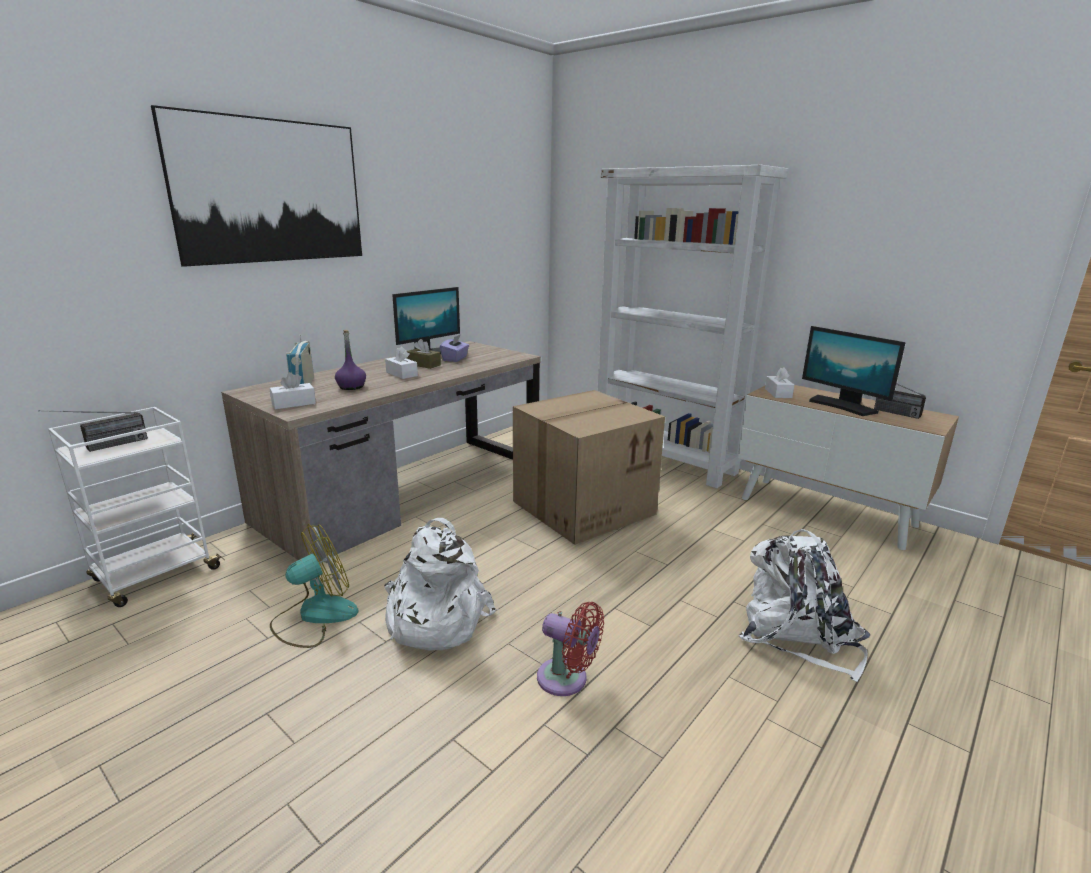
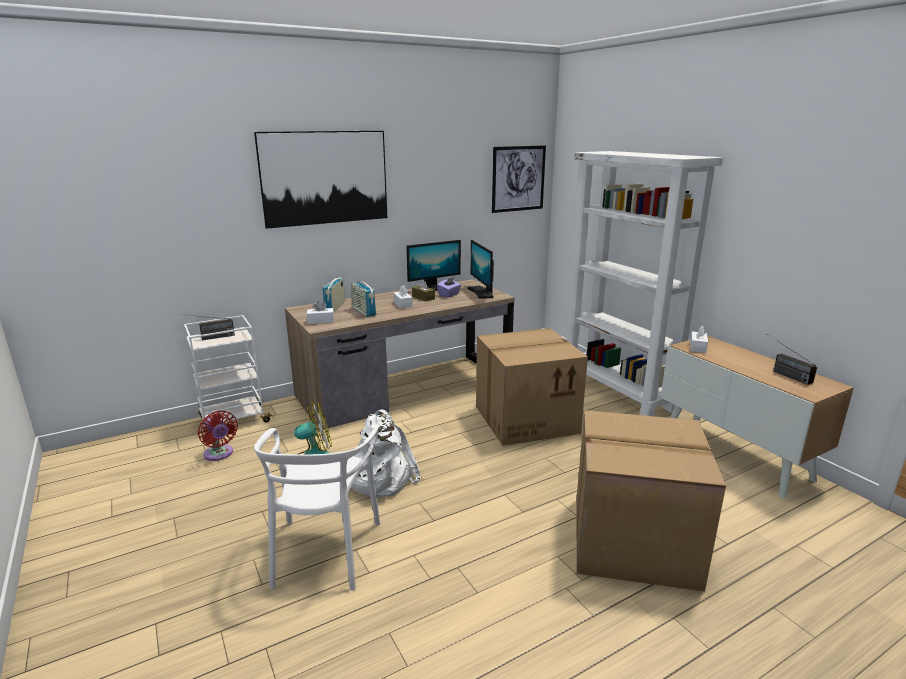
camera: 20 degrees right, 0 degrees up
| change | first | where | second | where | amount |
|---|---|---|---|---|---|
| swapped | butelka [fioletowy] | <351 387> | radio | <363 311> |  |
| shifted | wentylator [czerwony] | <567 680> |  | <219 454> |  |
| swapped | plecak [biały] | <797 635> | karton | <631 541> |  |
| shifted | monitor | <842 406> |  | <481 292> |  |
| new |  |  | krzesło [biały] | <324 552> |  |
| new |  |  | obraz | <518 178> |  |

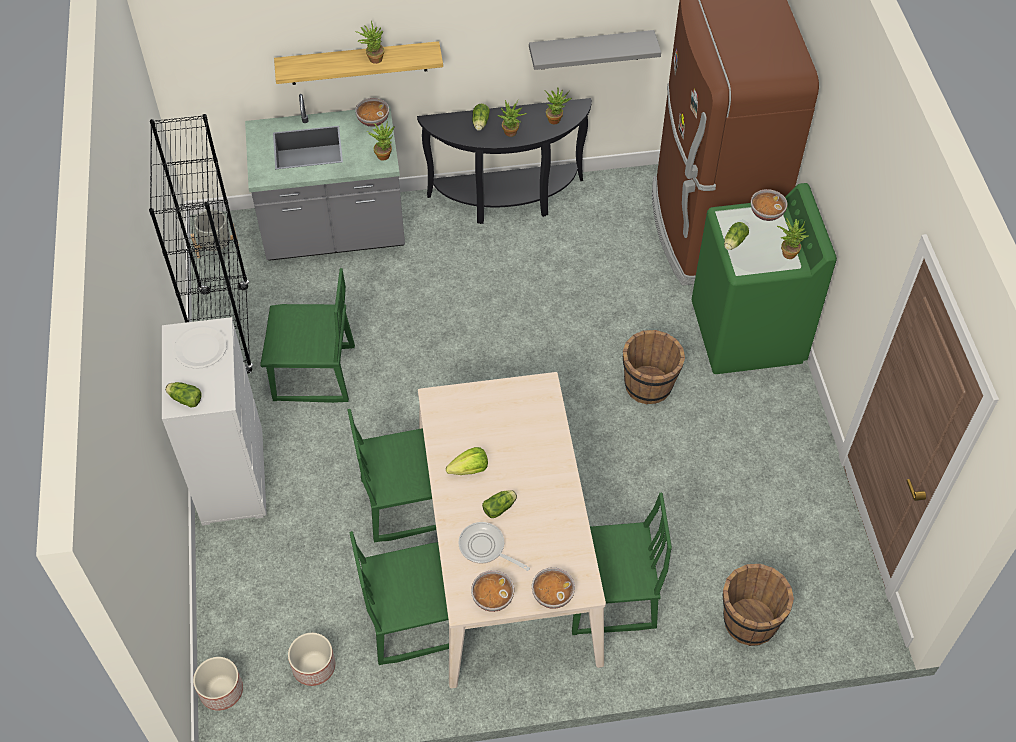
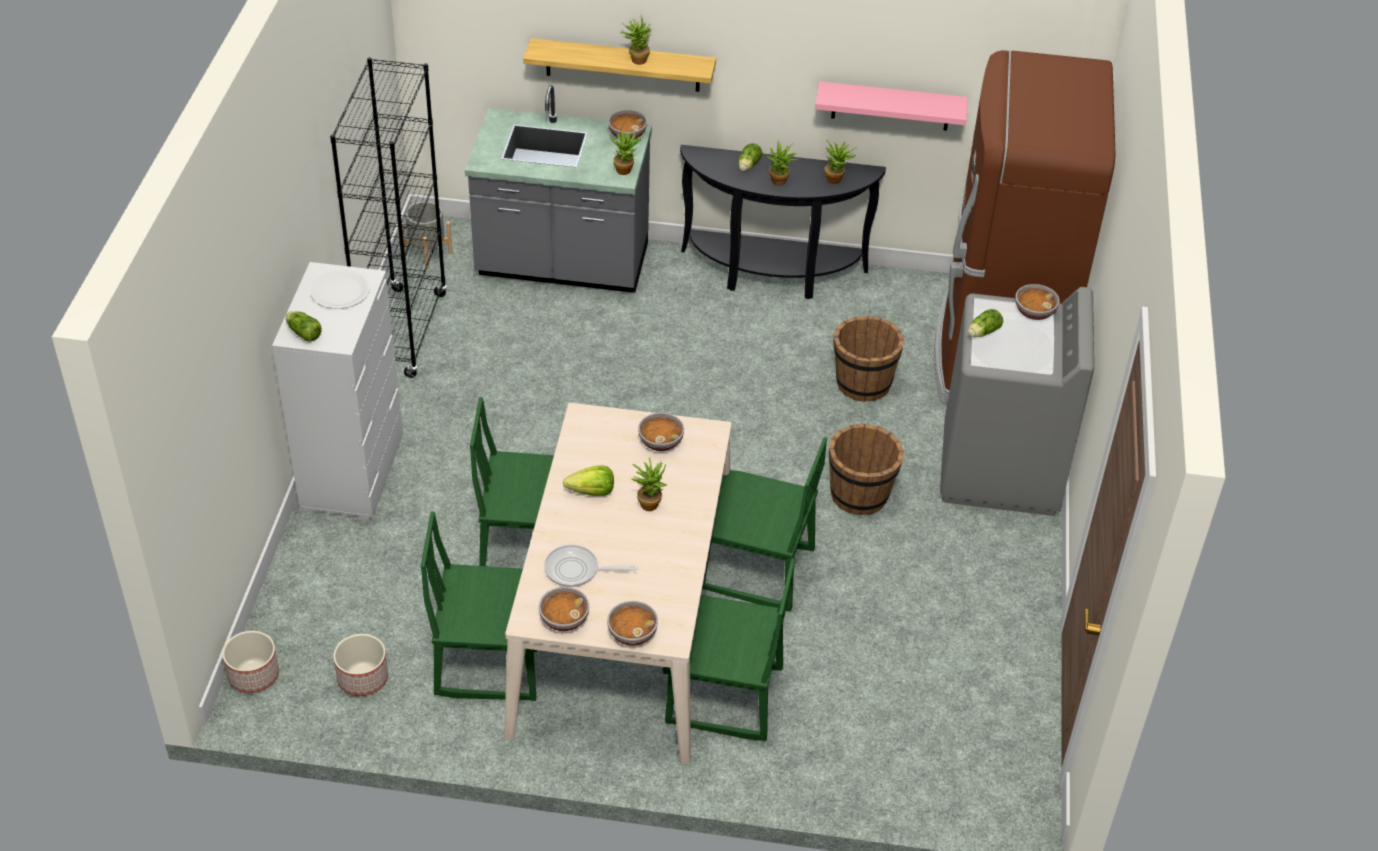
camera: 15 degrees right, 10 degrees down
| change | first | where | second | where | amount |
|---|---|---|---|---|---|
| shifted | krzesło [zielony] | <314 375> |  | <756 570> |  |
| rotated | patelnia | <485 548> |  | <576 570> | 45 degrees counterclockwise |
| gone | sałata | <500 507> |  |  |  |
| repainted | półka [szary] | <590 49> | półka [różowy] | <891 106> |  |
| repainted | pralka [zielony] | <747 333> | pralka [szary] | <1000 470> |  |
| shifted | wiadro [brązowy] | <749 621> |  | <863 383> |  |
| shifted | roślina doniczkowa | <787 251> |  | <649 502> |  |
| new |  |  | miska | <660 442> |  |

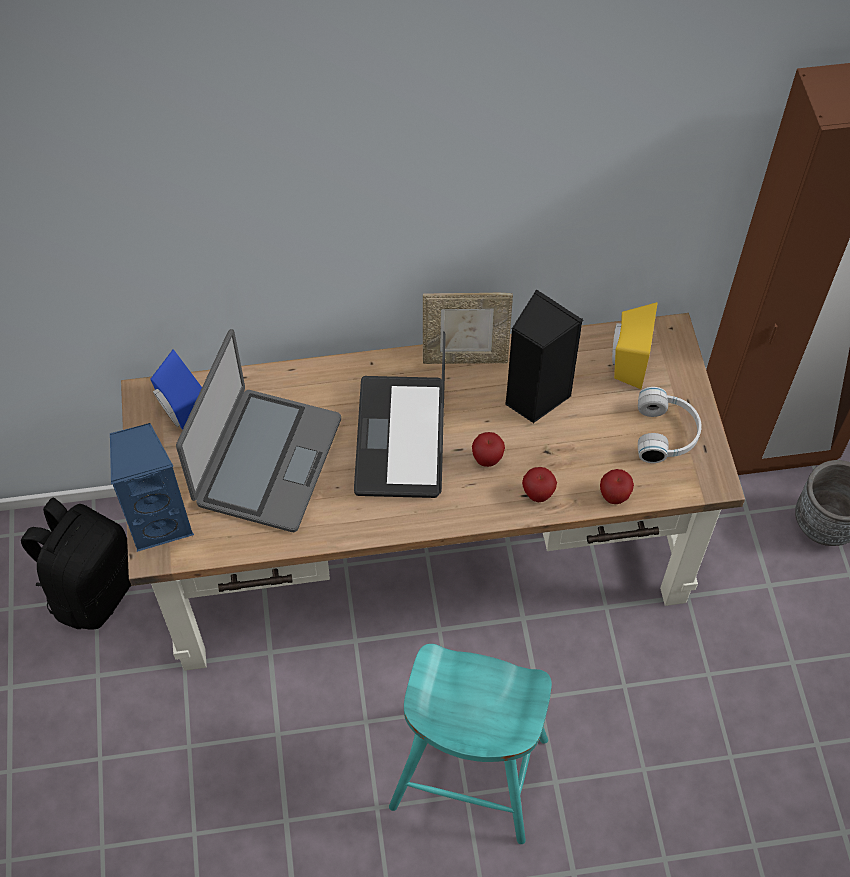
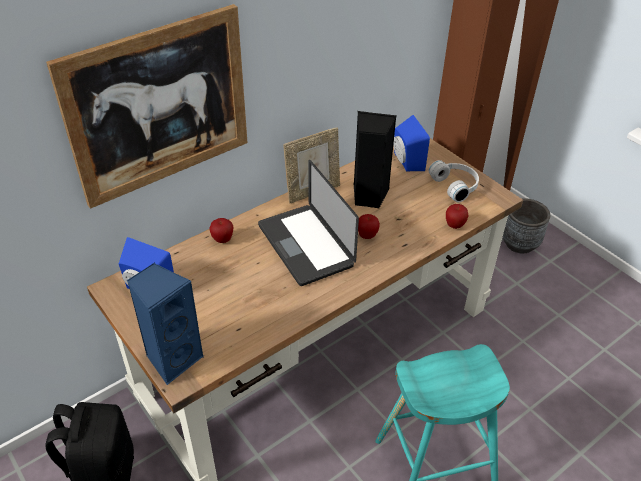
camera: 30 degrees left, 15 degrees down
| change | first | where | second | where | amount |
|---|---|---|---|---|---|
| gone | laptop | <266 460> |  |  |  |
| shifted | jabłko | <538 494> |  | <222 240> |  |
| repainted | głośnik [żółty] | <627 361> | głośnik [niebieski] | <406 161> |  |
| new |  |  | obraz | <159 106> |  |

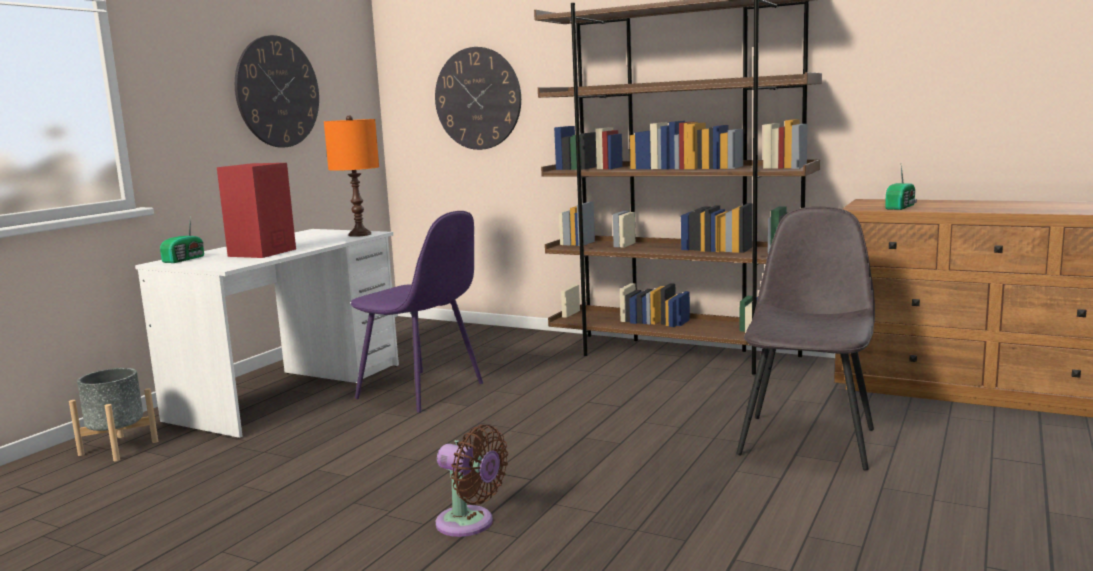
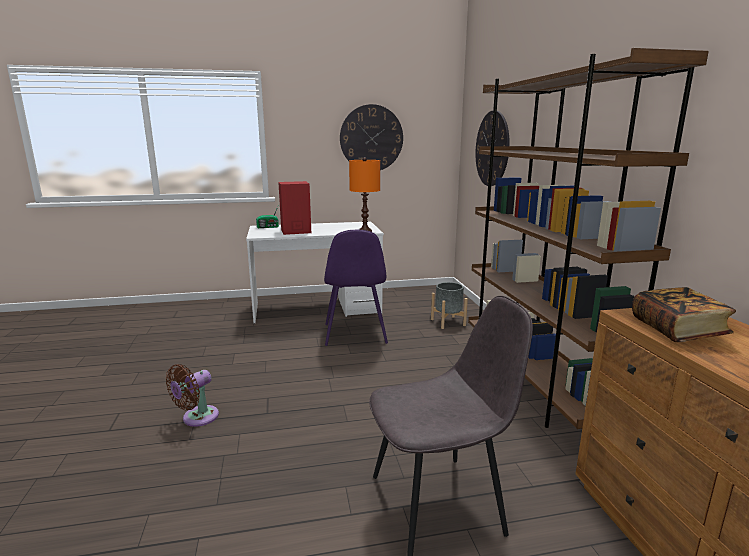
camera: 50 degrees right, 5 degrees up
| change | first | where | second | where | amount |
|---|---|---|---|---|---|
| shifted | donica [szary] | <118 448> |  | <448 322> |  |
| rotated | wentylator [brązowy] | <469 524> |  | <197 418> | 45 degrees clockwise |
| swapped | radio | <901 207> | książka | <677 330> |  |

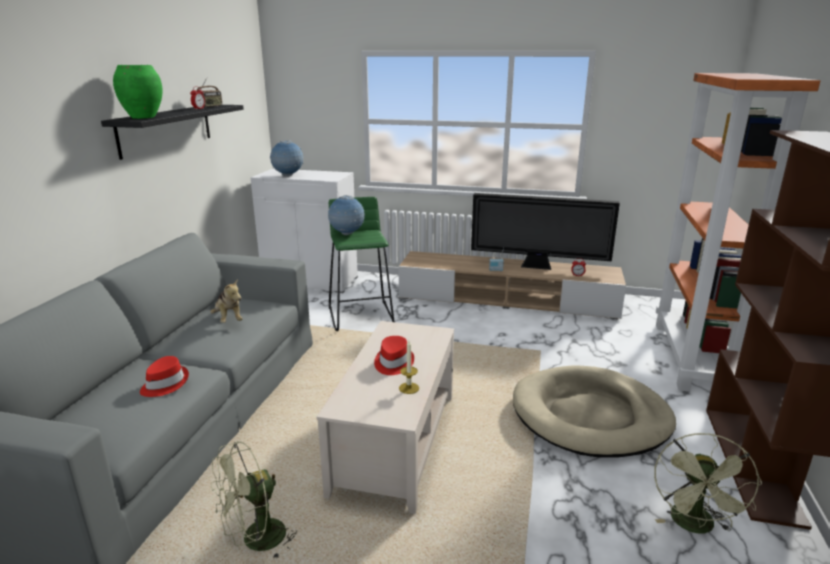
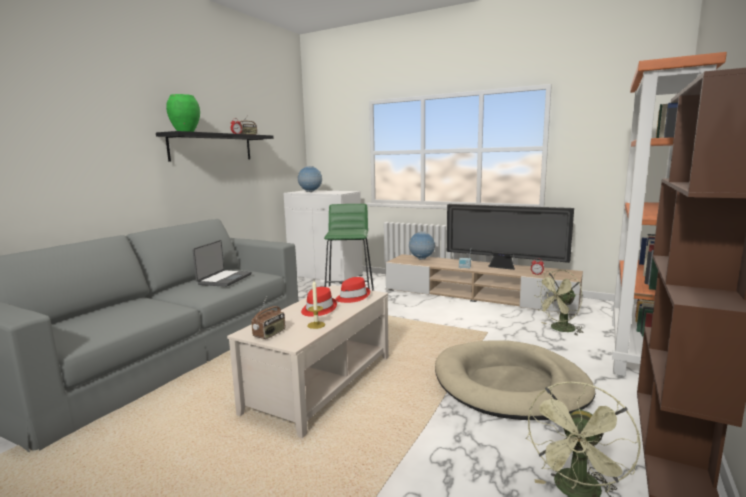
camera: 15 degrees right, 10 degrees down
| change | first | where | second | where | amount |
|---|---|---|---|---|---|
| shifted | kapelusz [czerwony] | <164 384> |  | <352 297> |  |
| swapped | pluszak | <228 319> | laptop | <224 279> |  |
| shifted | wentylator [zielony] | <256 542> |  | <559 329> |  |
| shifted | globus | <347 234> |  | <421 259> |  |
| new |  |  | radio | <270 334> |  |

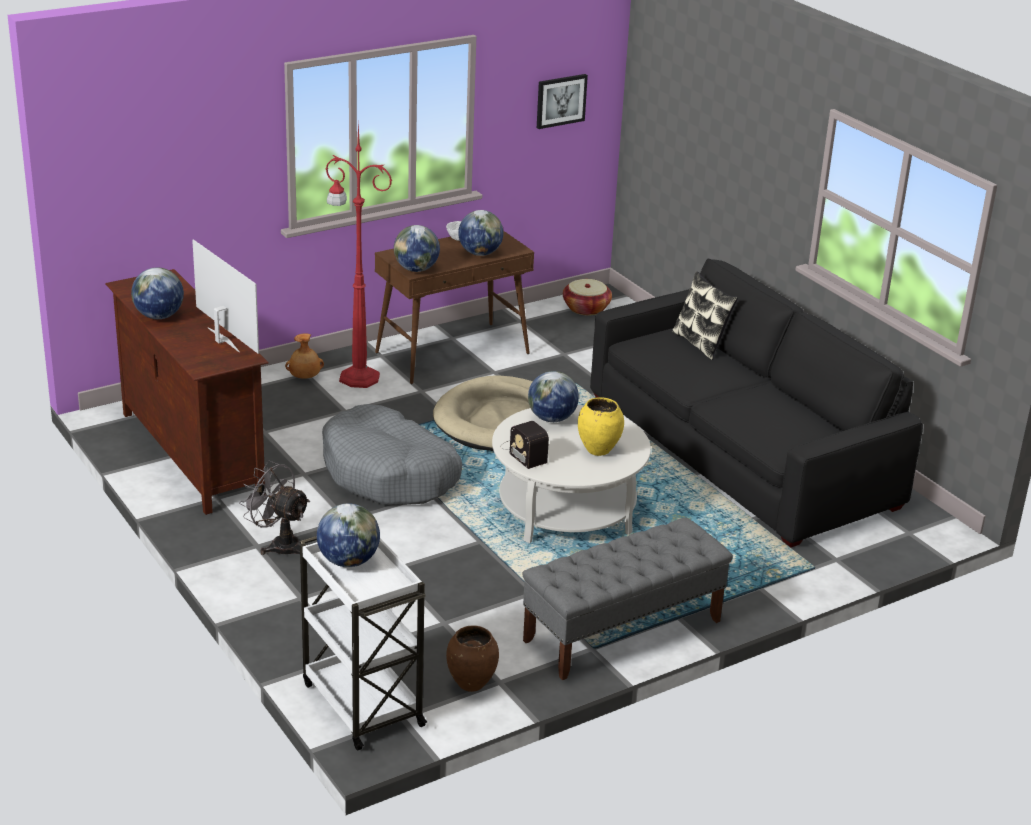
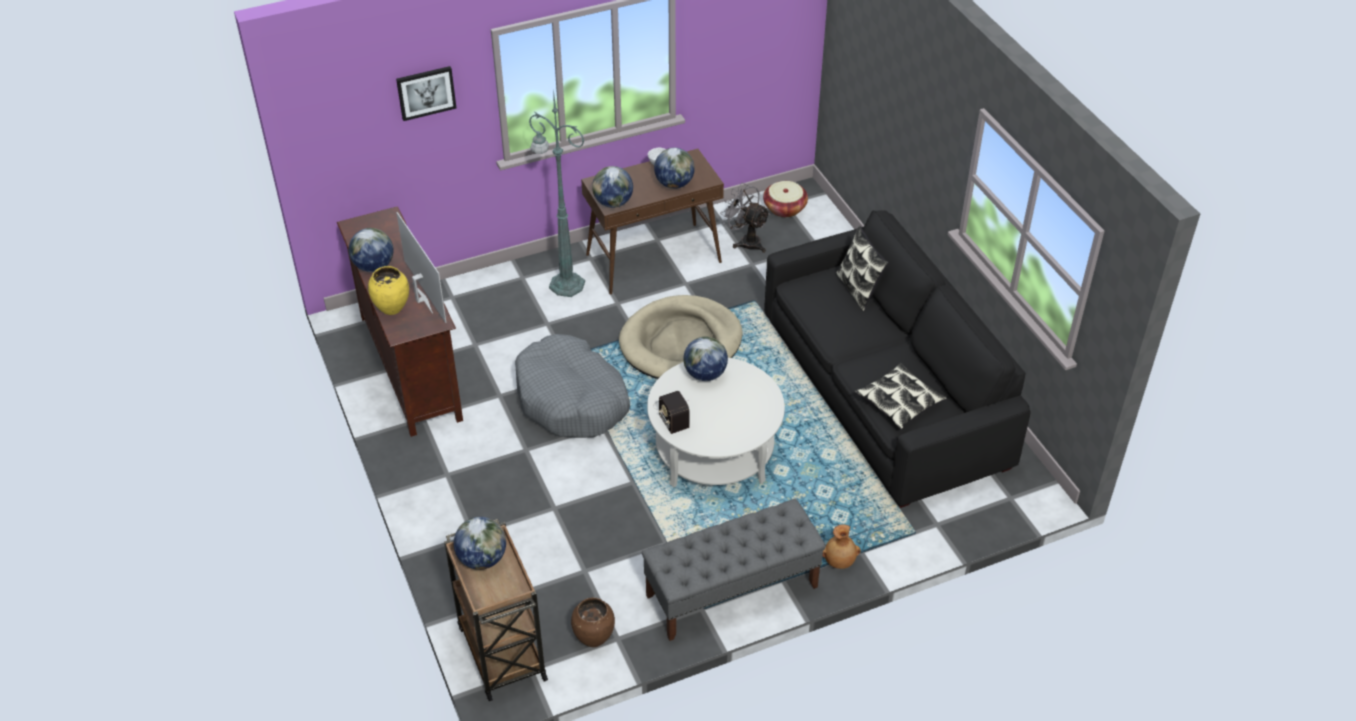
camera: 10 degrees right, 15 degrees up
| change | first | where | second | where | amount |
|---|---|---|---|---|---|
| shifted | wentylator [szary] | <279 545> |  | <746 241> |  |
| shifted | wazon [brązowy] | <305 377> |  | <839 561> |  |
| repainted | wózek [biały] | <361 703> | wózek [brązowy] | <501 651> |  |
| repainted | lampa stojąca [czerwony] | <357 377> | lampa stojąca [zielony] | <565 284> |  |
| shifted | obraz | <560 100> |  | <426 92> |  |
| shifted | wazon [żółty] | <598 450> |  | <392 308> |  |
| new |  |  | poduszka | <899 402> |  |

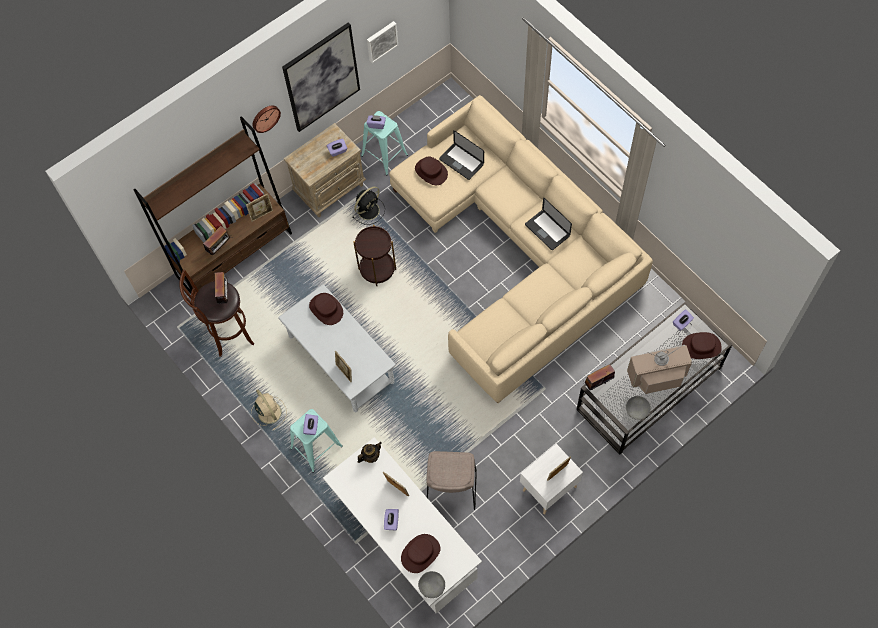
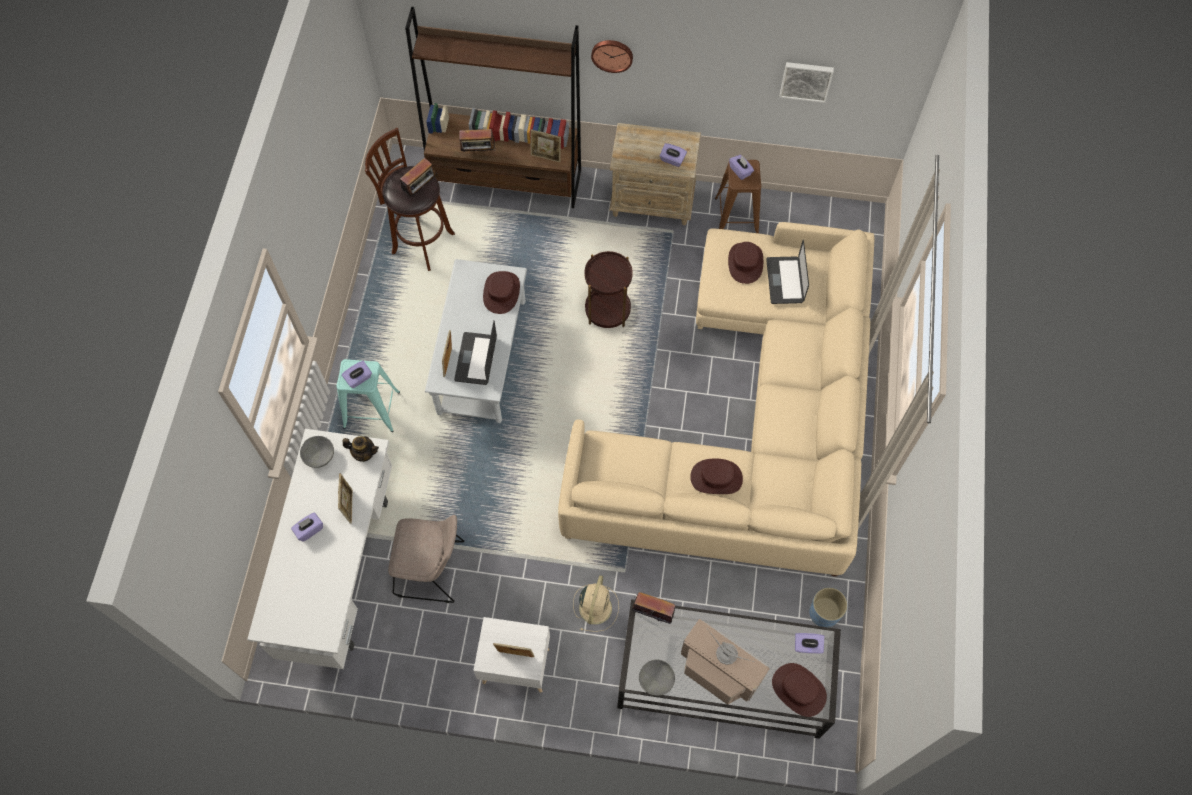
camera: 45 degrees right, 0 degrees up
| change | first | where | second | where | amount |
|---|---|---|---|---|---|
| shifted | wentylator [beżowy] | <269 412> |  | <596 606> |  |
| gone | obraz | <321 77> |  |  |  |
| gone | wentylator [czarny] | <369 210> |  |  |  |
| repainted | stołek [turkusowy] | <384 155> | stołek [brązowy] | <736 216> |  |
| shifted | kapelusz [brązowy] | <420 553> |  | <716 478> |  |
| shifted | miska [szary] | <432 587> |  | <319 456> |  |
| rotated | krzesło [beżowy] | <451 489> |  | <433 569> | 135 degrees counterclockwise |
| shifted | laptop | <547 230> |  | <476 359> |  |
| new |  |  | donica [niebieski] | <824 613> |  |

